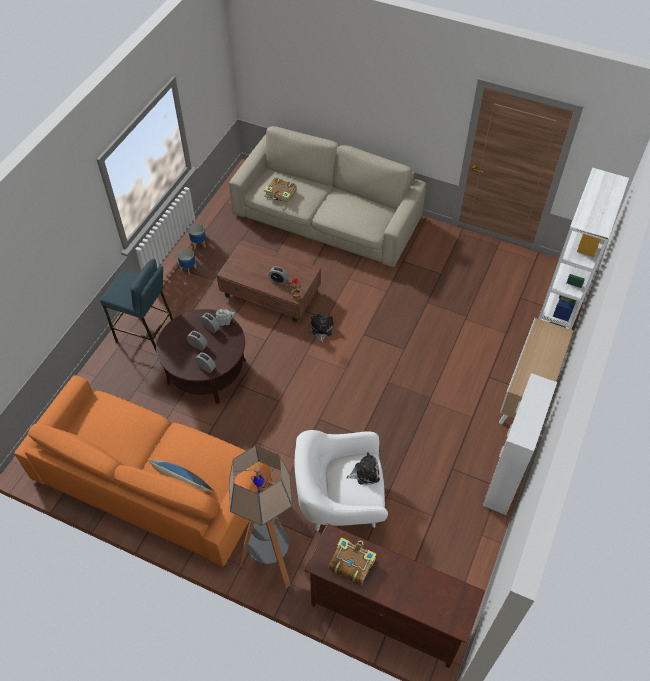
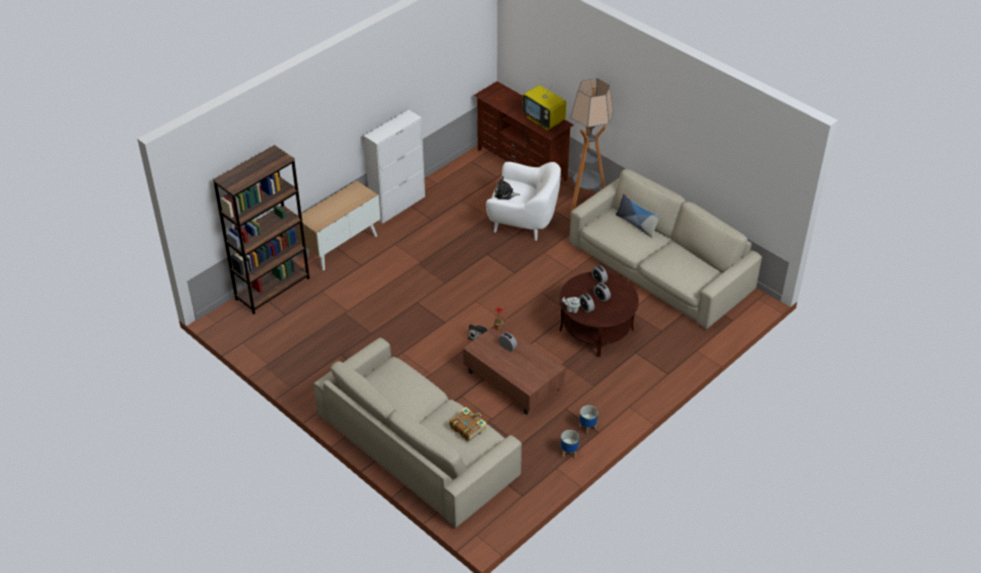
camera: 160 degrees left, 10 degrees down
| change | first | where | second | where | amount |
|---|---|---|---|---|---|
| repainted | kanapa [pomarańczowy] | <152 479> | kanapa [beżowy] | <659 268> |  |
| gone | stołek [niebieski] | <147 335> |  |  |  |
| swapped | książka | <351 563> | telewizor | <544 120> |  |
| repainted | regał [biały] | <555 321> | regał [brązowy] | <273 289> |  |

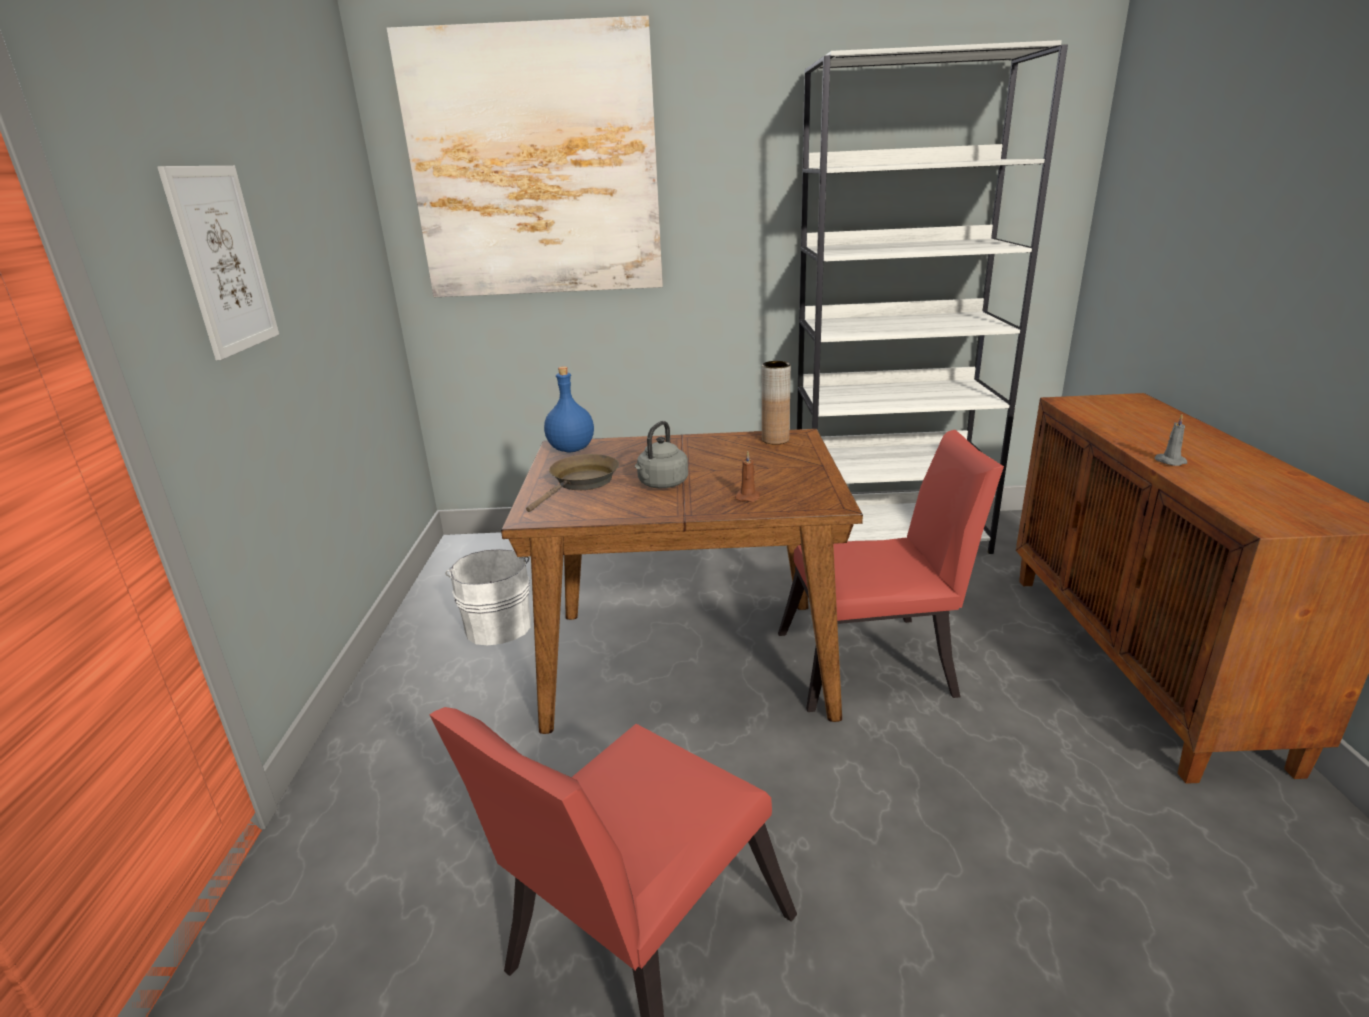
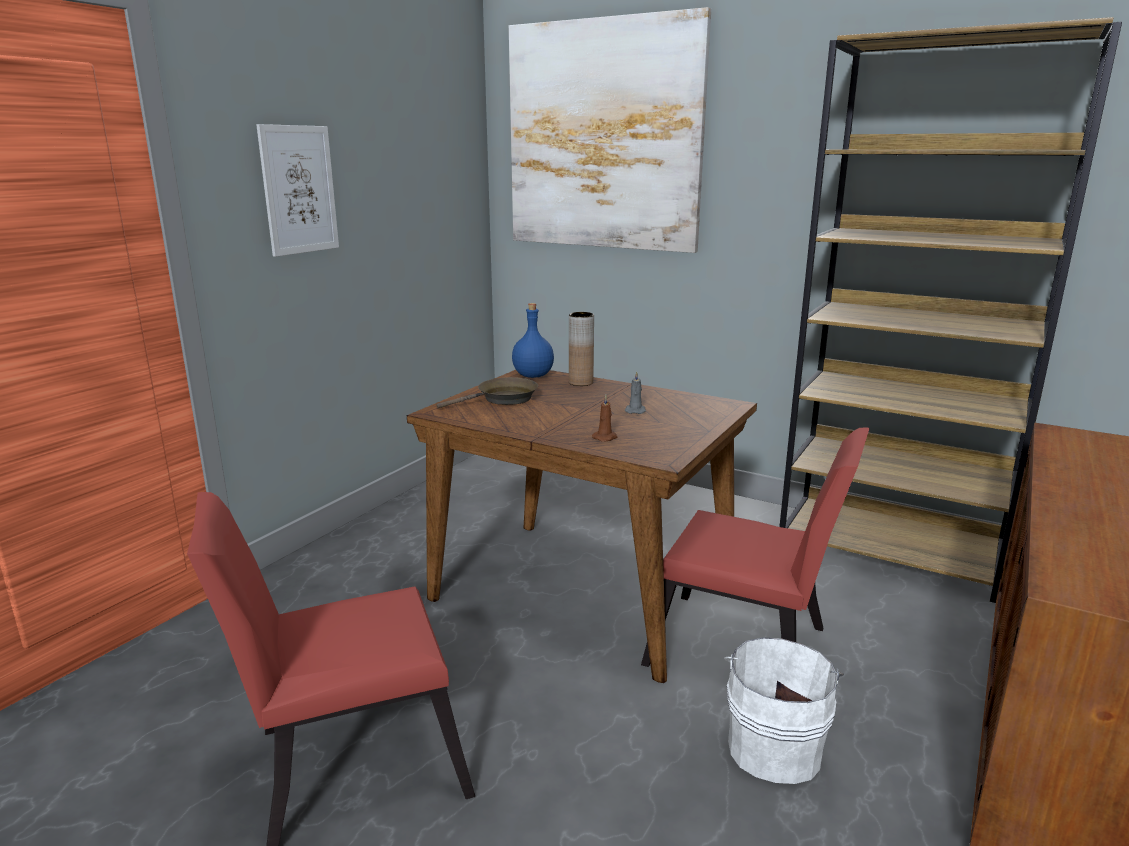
camera: 30 degrees right, 5 degrees down
| change | first | where | second | where | amount |
|---|---|---|---|---|---|
| shifted | wiadro [biały] | <498 624> |  | <774 745> |  |
| gone | czajnik [szary] | <661 484> |  |  |  |
| shifted | wazon [brązowy] | <775 440> |  | <581 382> |  |
| repainted | regał [biały] | <889 536> | regał [brązowy] | <890 552> |  |
| shifted | świeca [szary] | <1169 461> |  | <635 411> |  |

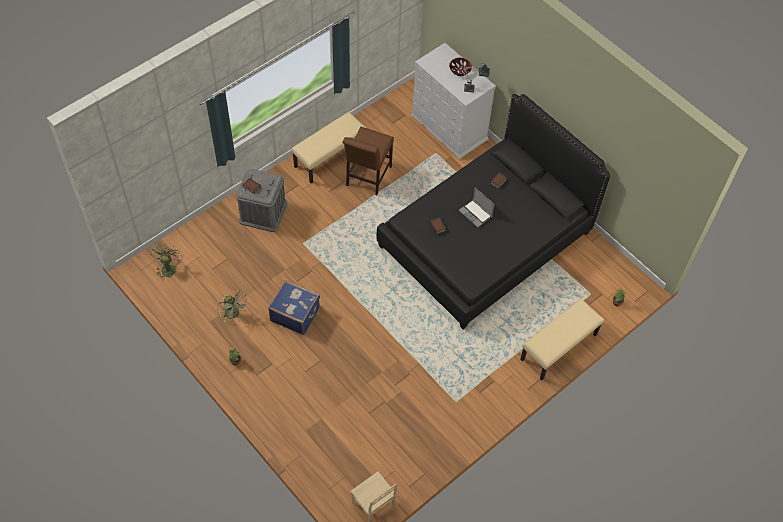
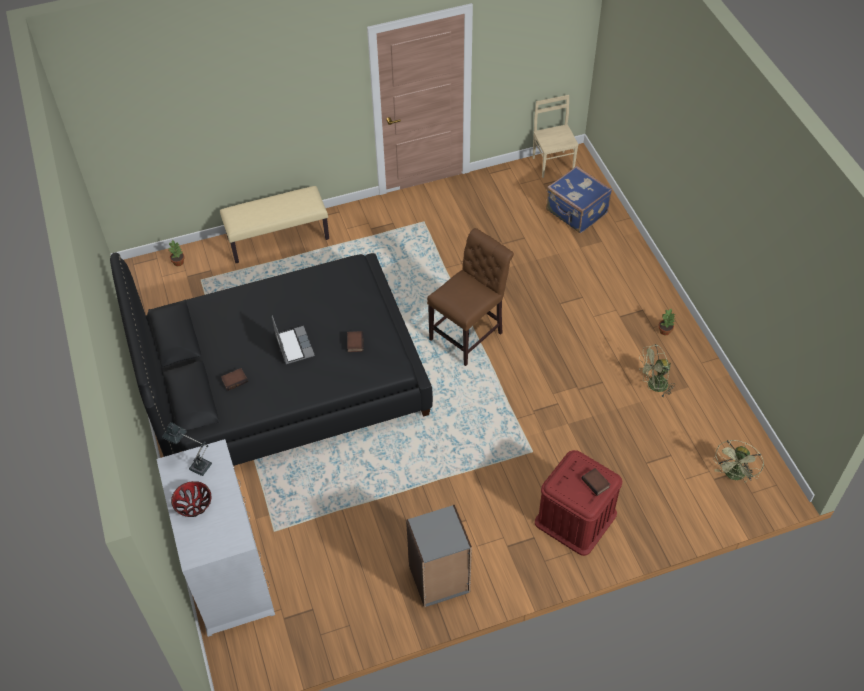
camera: 155 degrees left, 5 degrees down
| change | first | where | second | where | amount |
|---|---|---|---|---|---|
| rotated | wentylator [zielony] | <234 314> |  | <653 386> | 90 degrees counterclockwise |
| repainted | pojemnik do przechowywania [szary] | <263 212> | pojemnik do przechowywania [czerwony] | <575 518> |  |
| shifted | walizka [niebieski] | <295 314> |  | <576 212> |  |
| swapped | ławka [beżowy] | <330 156> | regał [szary] | <439 580> |  |
| shifted | krzesło [brązowy] | <367 178> |  | <469 334> |  |

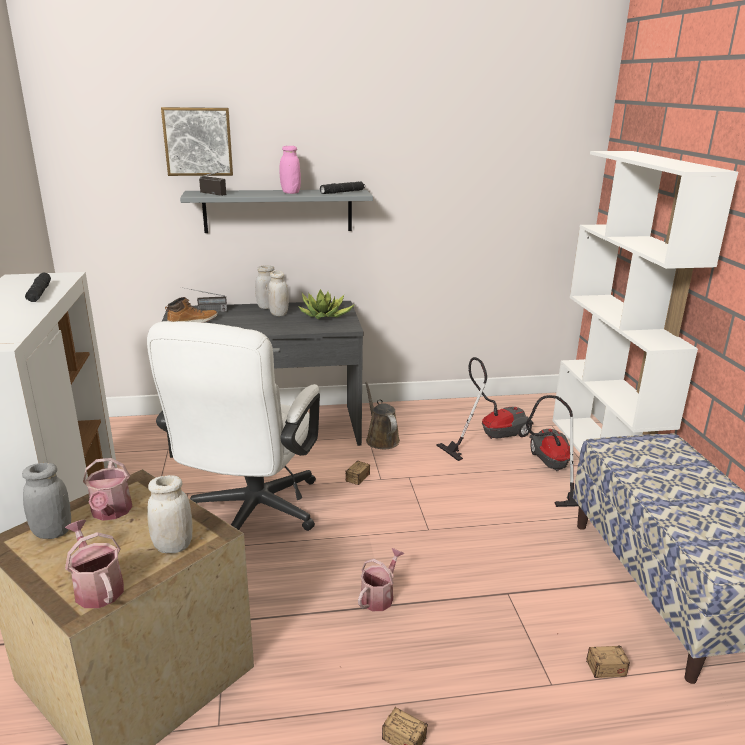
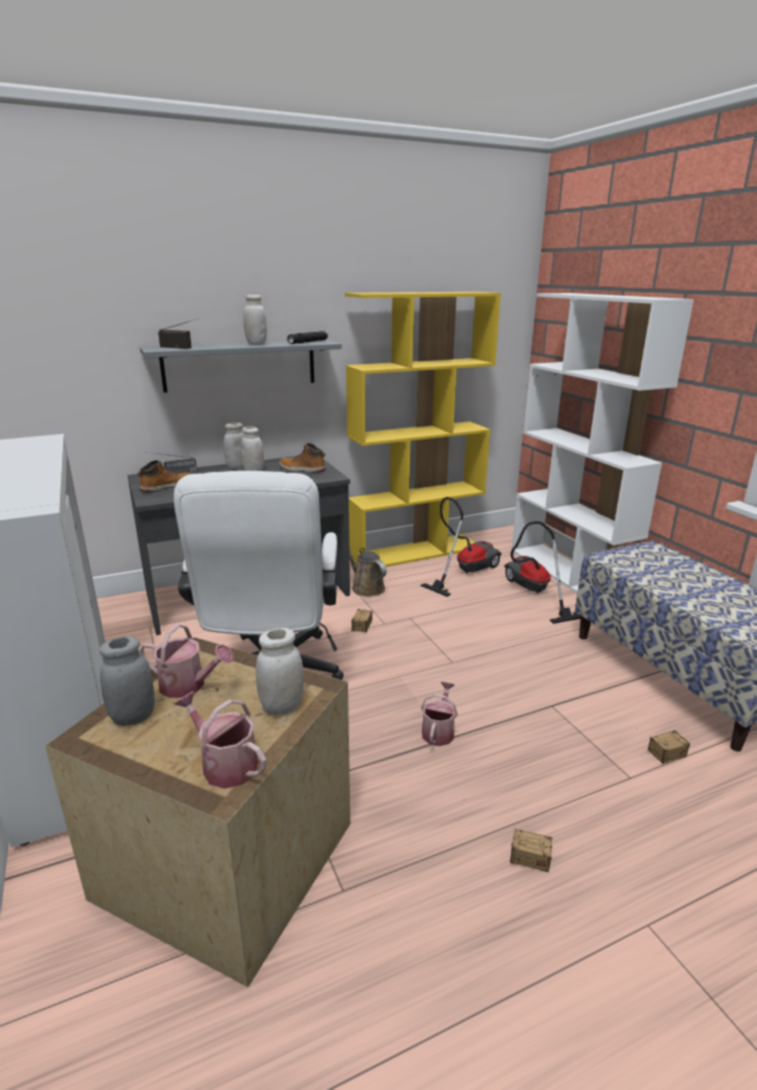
camera: 15 degrees left, 0 degrees up
| change | first | where | second | where | amount |
|---|---|---|---|---|---|
| gone | latarka [czarny] | <39 293> |  |  |  |
| rotated | konewka | <111 512> |  | <188 685> | 45 degrees counterclockwise |
| gone | obraz | <198 141> |  |  |  |
| repainted | słoik [różowy] | <290 192> | słoik [biały] | <256 344> |  |
| swapped | roślina doniczkowa | <324 316> | but z cholewką | <301 469> |  |
| new |  |  | regał [żółty] | <416 552> |  |

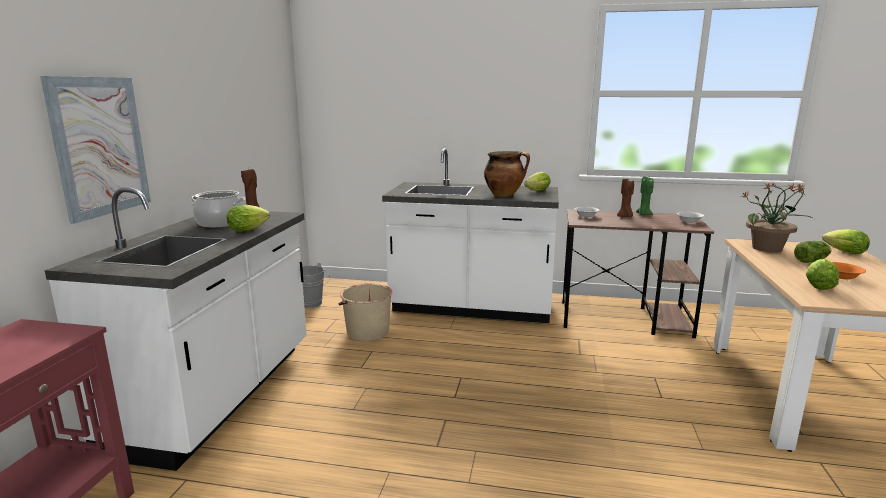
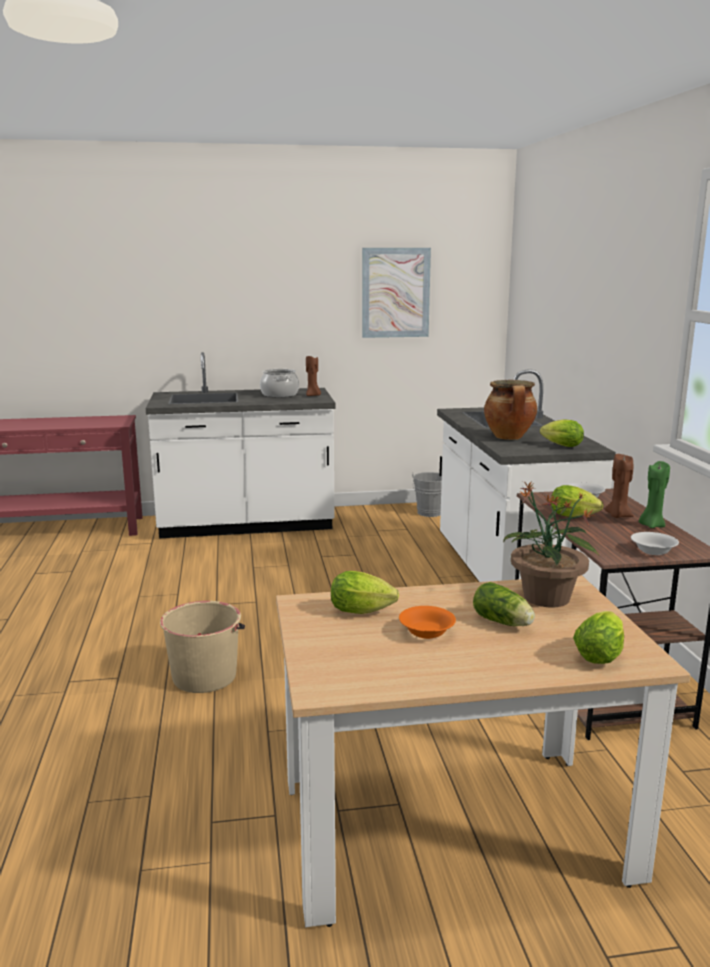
camera: 70 degrees right, 0 degrees up
| change | first | where | second | where | amount |
|---|---|---|---|---|---|
| shifted | obraz | <100 146> |  | <395 293> |  |
| shifted | sałata | <250 229> |  | <576 517> |  |
| shifted | wiadro [beżowy] | <367 332> |  | <205 676> |  |

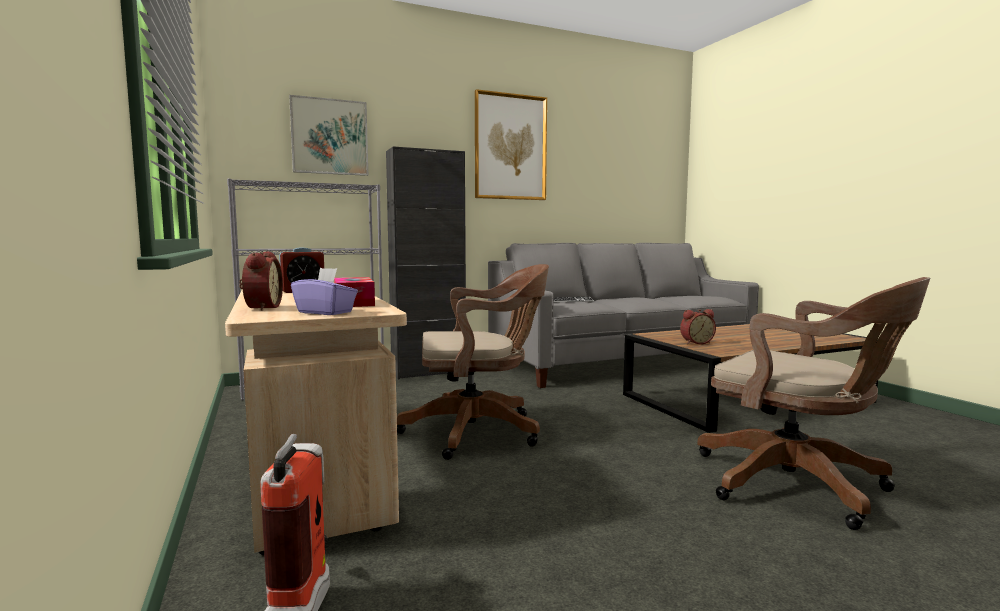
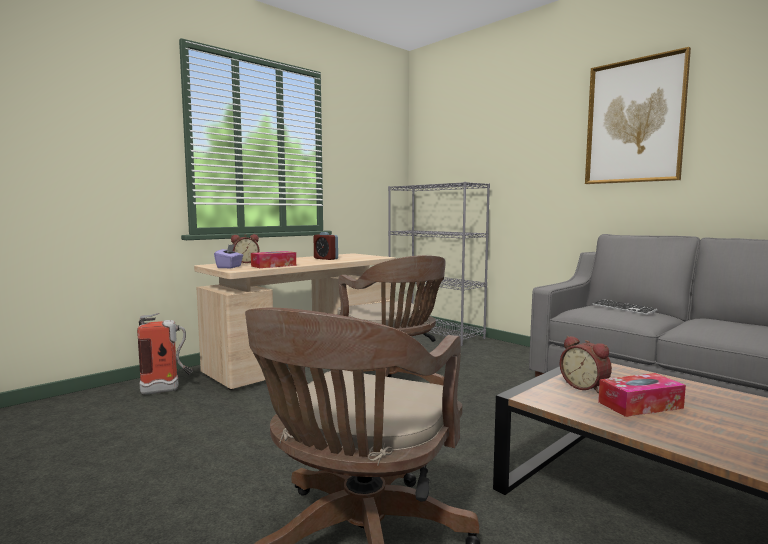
camera: 70 degrees right, 0 degrees up
| change | first | where | second | where | amount |
|---|---|---|---|---|---|
| gone | obraz | <329 137> |  |  |  |
| gone | szafka [czarny] | <428 372> |  |  |  |
| new |  |  | pudełko chusteczek | <640 405> |  |

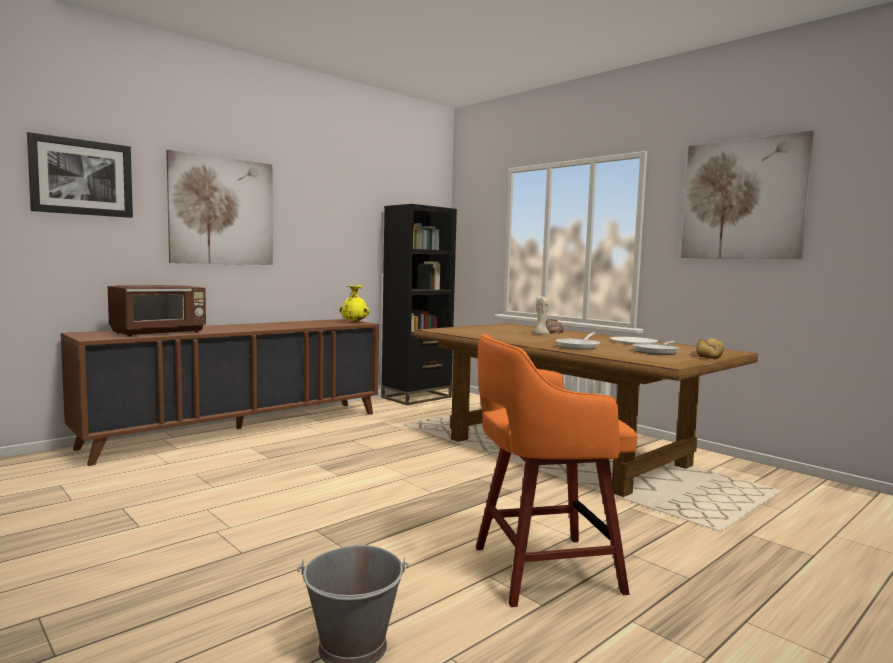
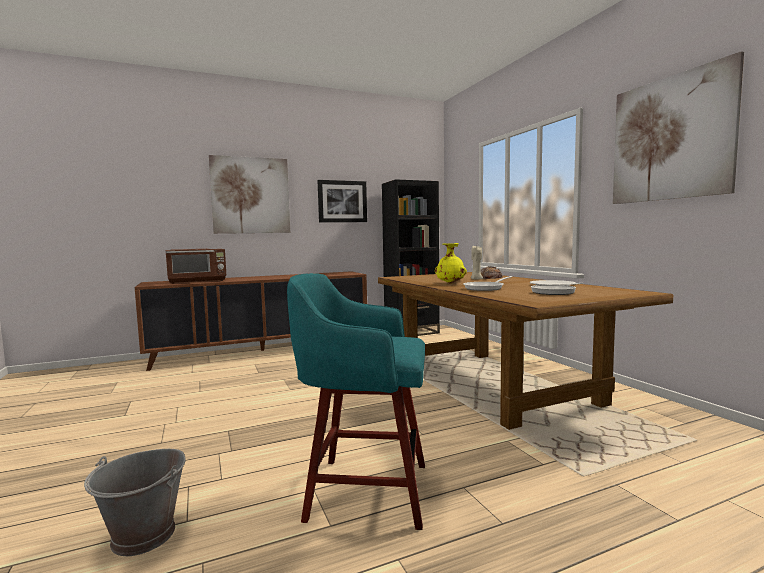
camera: 20 degrees right, 0 degrees up
| change | first | where | second | where | amount |
|---|---|---|---|---|---|
| shifted | obraz | <82 177> |  | <342 201> |  |
| shifted | wazon [żółty] | <354 322> |  | <450 283> |  |
| repainted | stołek [pomarańczowy] | <541 570> | stołek [turkusowy] | <364 490> |  |
| gone | chleb | <709 355> |  |  |  |

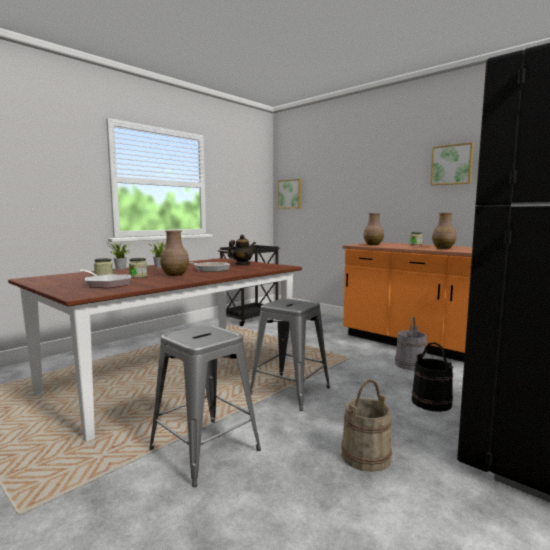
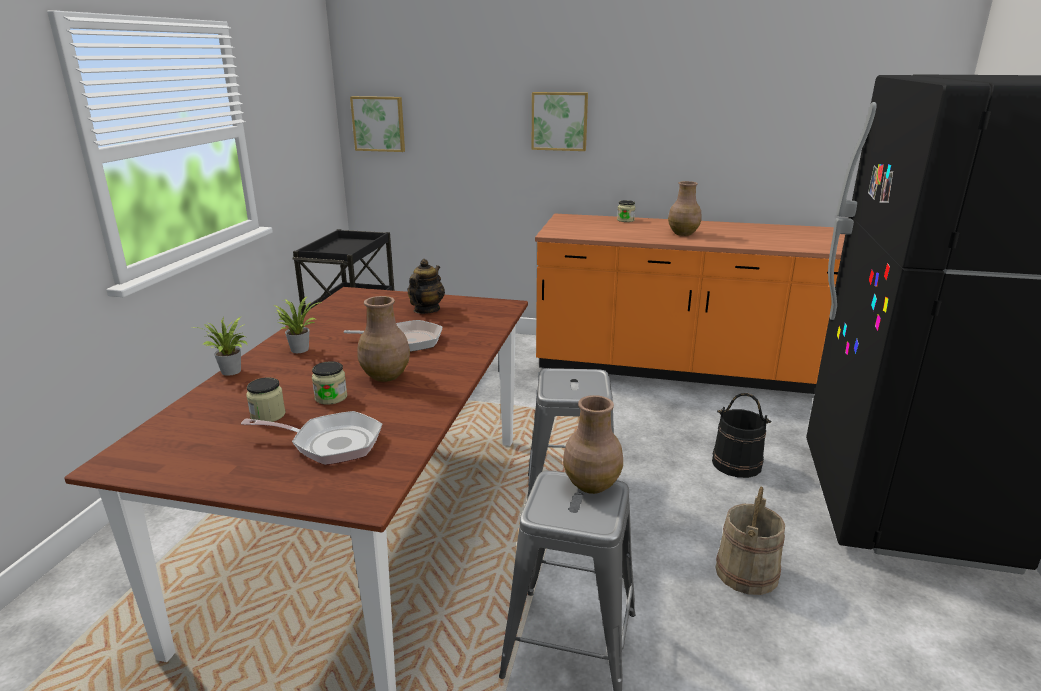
camera: 30 degrees left, 15 degrees up
| change | first | where | second | where | amount |
|---|---|---|---|---|---|
| shifted | wazon [brązowy] | <373 244> |  | <591 484> |  |
| gone | wiadro [szary] | <410 364> |  |  |  |
| shifted | obraz | <452 165> |  | <559 121> |  |

